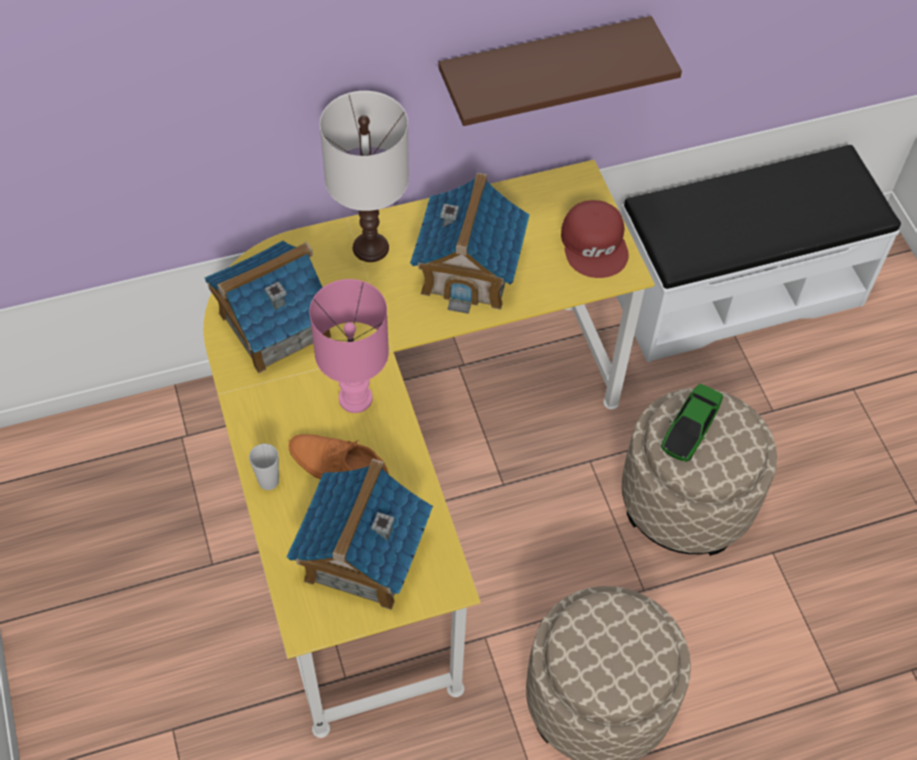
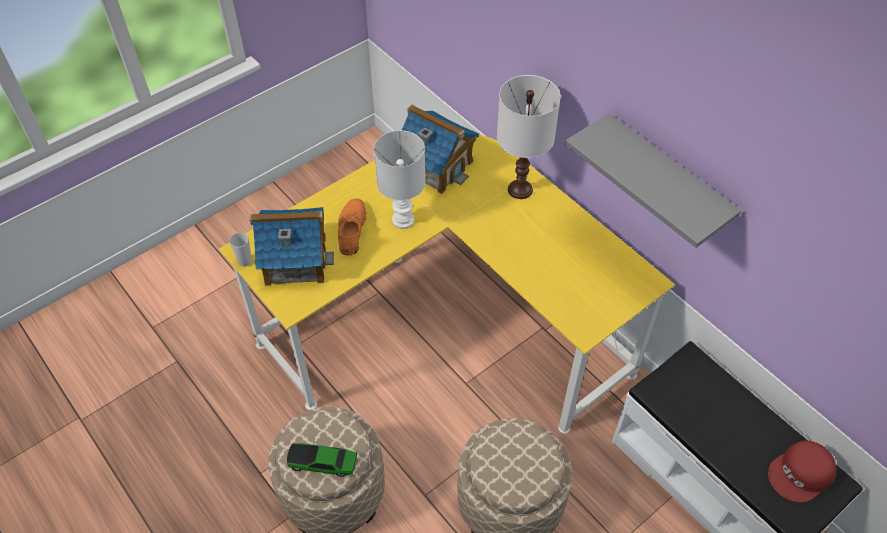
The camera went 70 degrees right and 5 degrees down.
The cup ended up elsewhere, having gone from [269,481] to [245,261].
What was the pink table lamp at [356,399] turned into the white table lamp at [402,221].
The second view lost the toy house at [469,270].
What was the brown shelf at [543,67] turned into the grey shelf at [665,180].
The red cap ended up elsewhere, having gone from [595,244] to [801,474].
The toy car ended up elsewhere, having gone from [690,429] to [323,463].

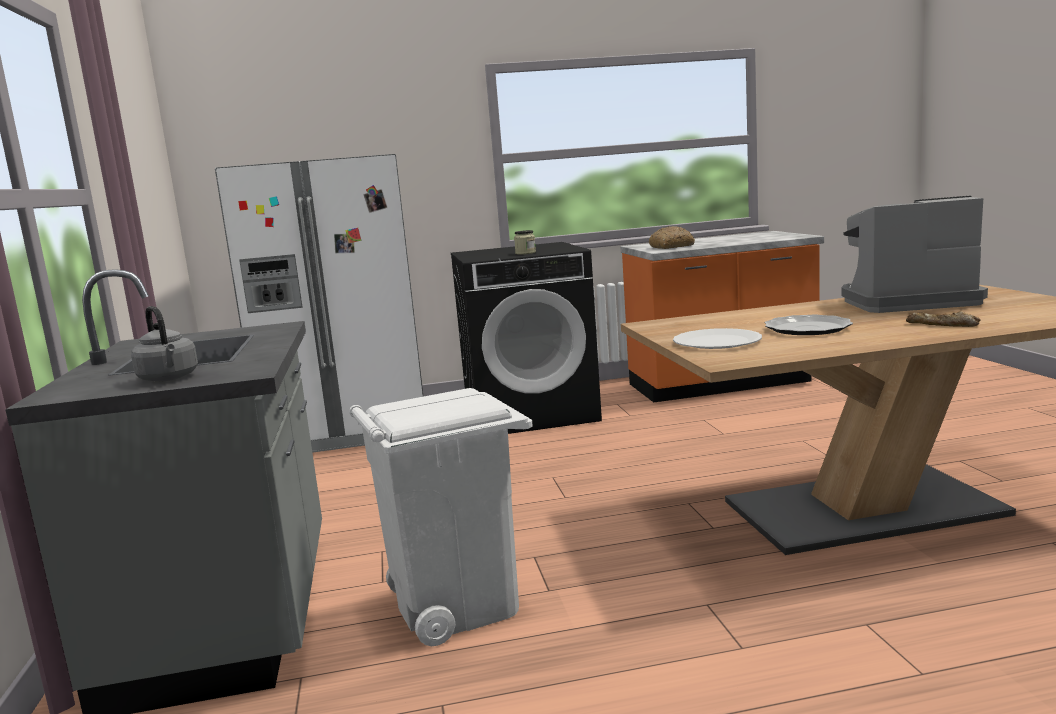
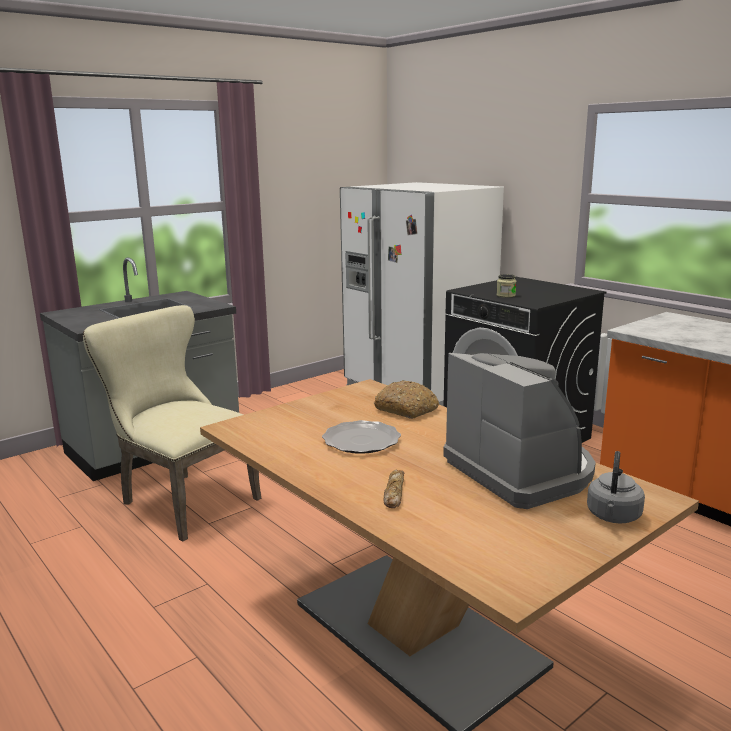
The camera went 60 degrees right and 5 degrees up.
The grey kettle ended up elsewhere, having gone from [169,378] to [613,517].
Where the white trash can stood at [457,605], the beige chair came to stand at [182,500].
The bread ended up elsewhere, having gone from [672,247] to [407,409].
The second view lost the white plate at [716,342].

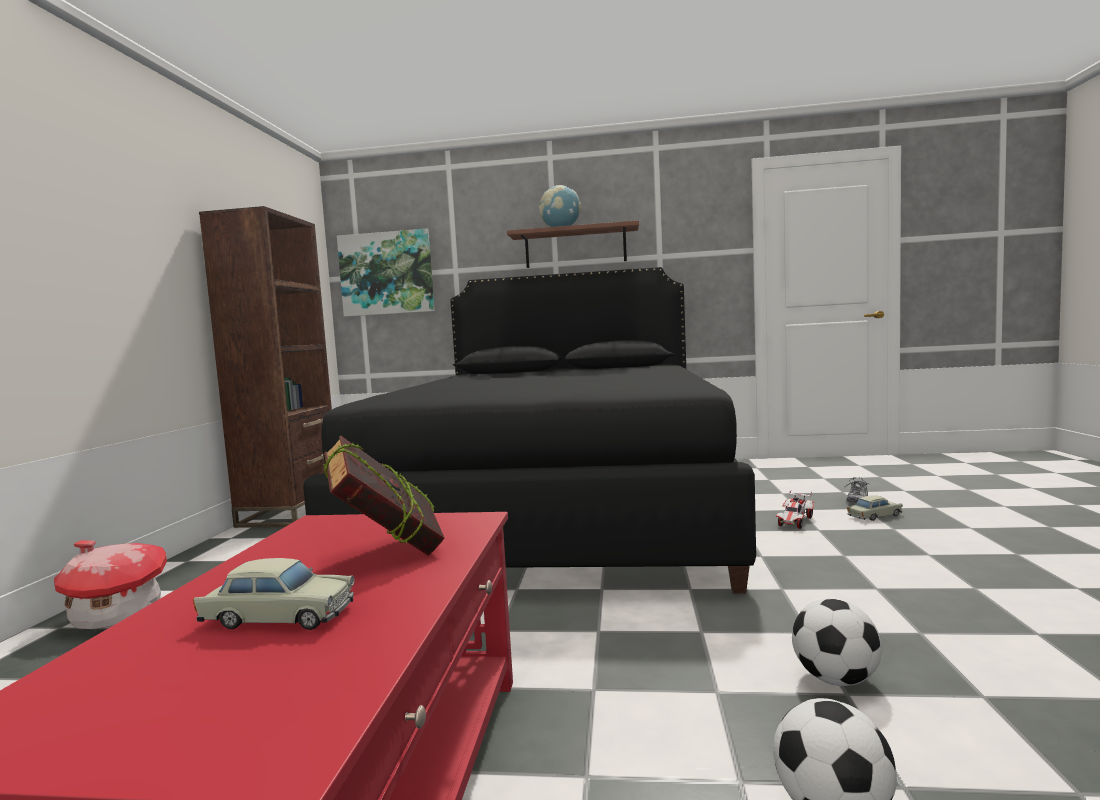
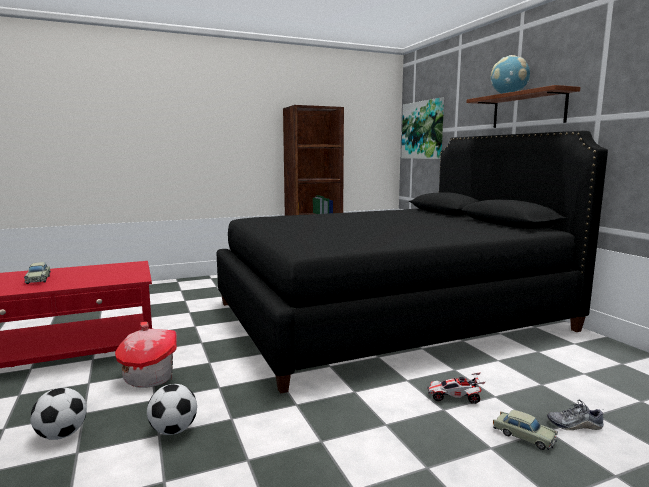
The camera went 60 degrees right and 5 degrees up.
The toy house ended up elsewhere, having gone from [116,616] to [150,377].
The second view lost the book at [388,553].

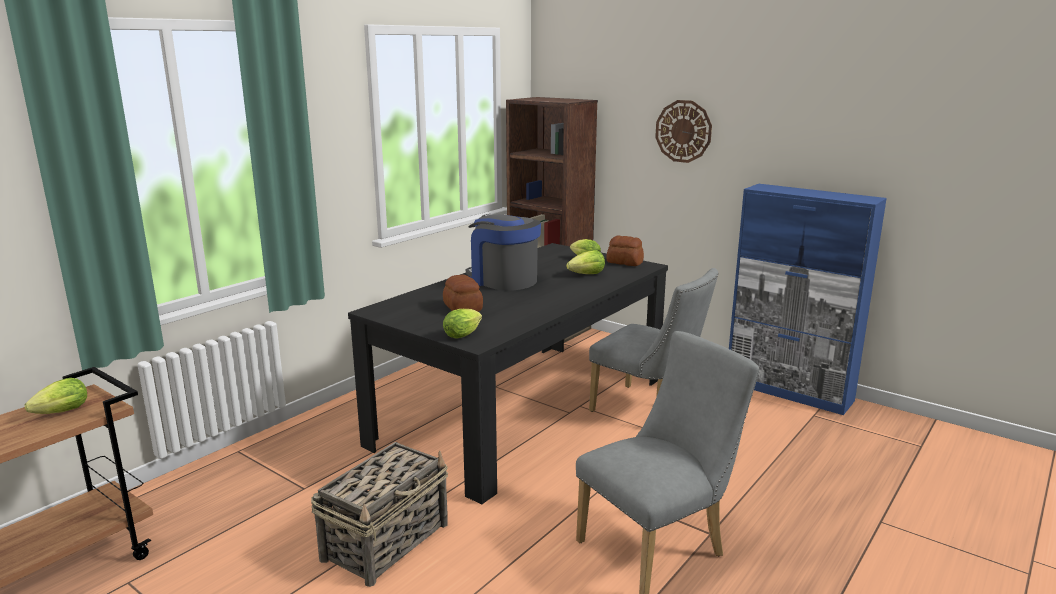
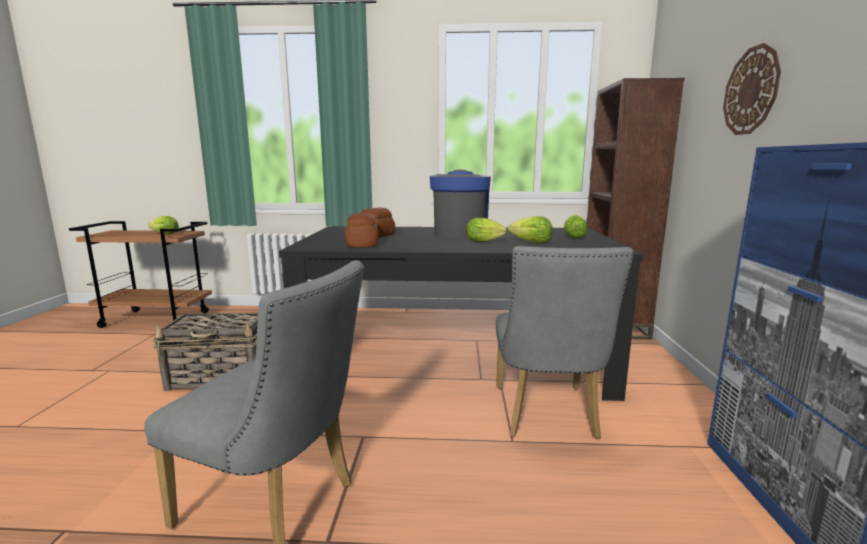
The camera went 55 degrees right and 5 degrees down.
The lettuce ended up elsewhere, having gone from [464,334] to [486,242].
The bread ended up elsewhere, having gone from [624,262] to [362,244].

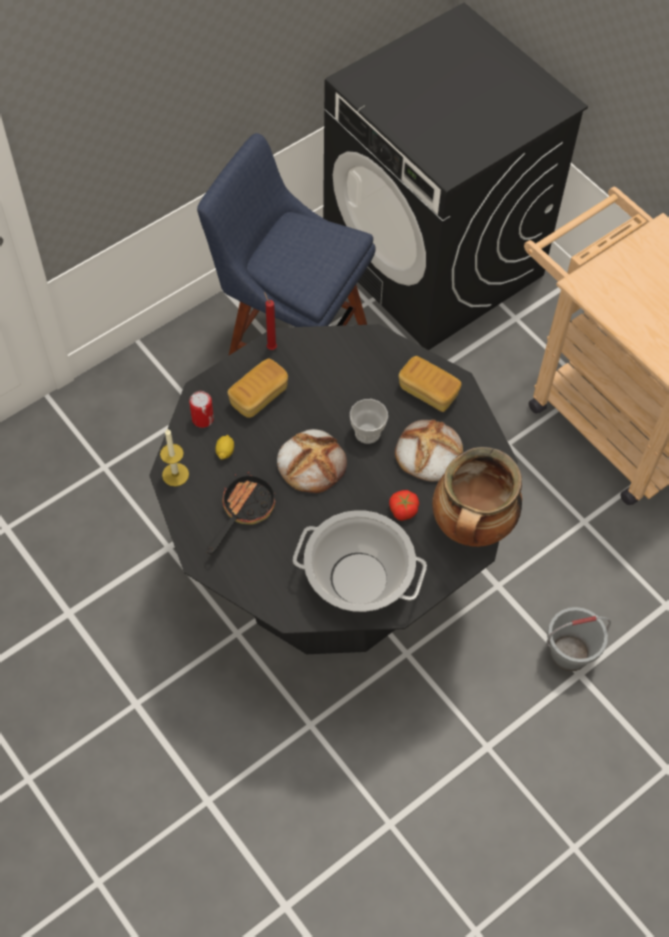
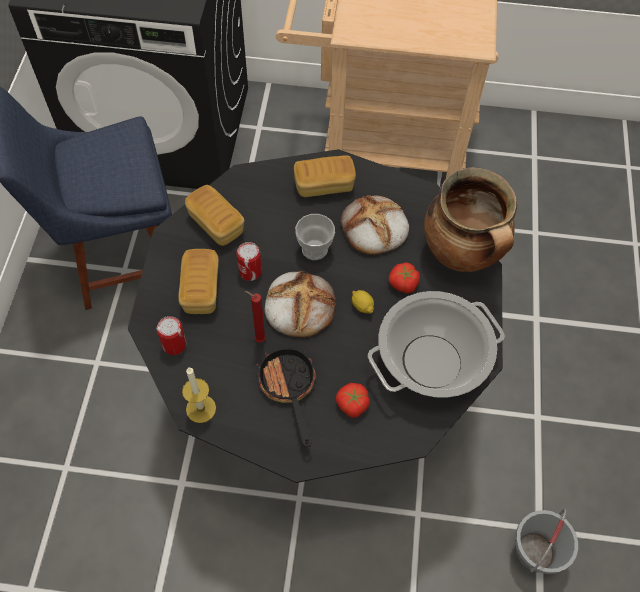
The camera went 45 degrees left and 0 degrees up.
The lemon ended up elsewhere, having gone from [225,451] to [362,306].
The red candle ended up elsewhere, having gone from [271,347] to [258,339].
The grey bucket ended up elsewhere, having gone from [569,654] to [534,552].
The second view gained the bread at [216,224].
The second view gained the can at [250,271].
The second view gained the tomato at [352,404].

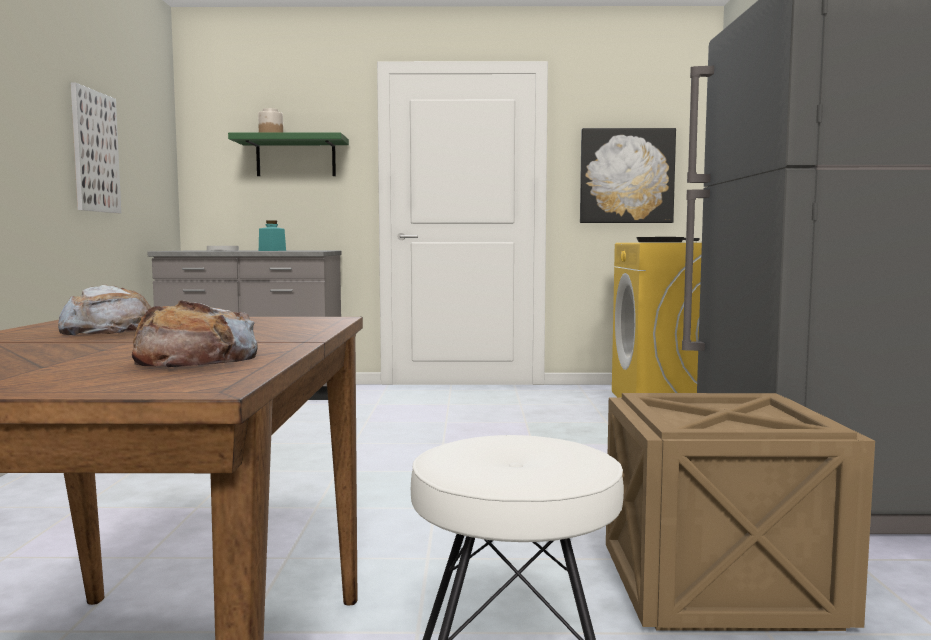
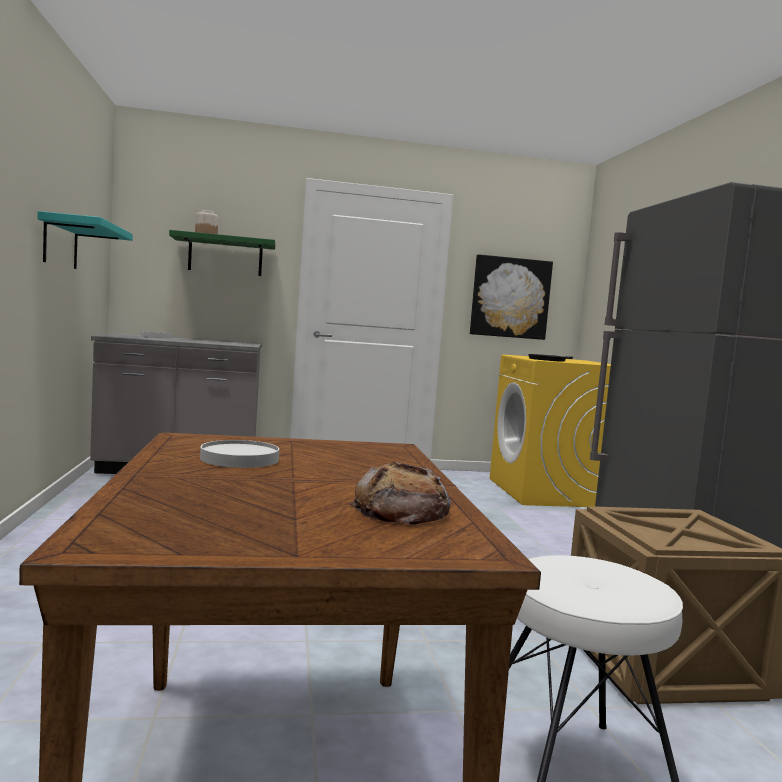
The camera went 10 degrees left and 0 degrees up.
Where the bread stood at [107,330], the white plate came to stand at [239,459].
Where the picture hung at [95,151], the turquoise shelf came to hang at [60,243].
The second view lost the turquoise jar at [272,250].

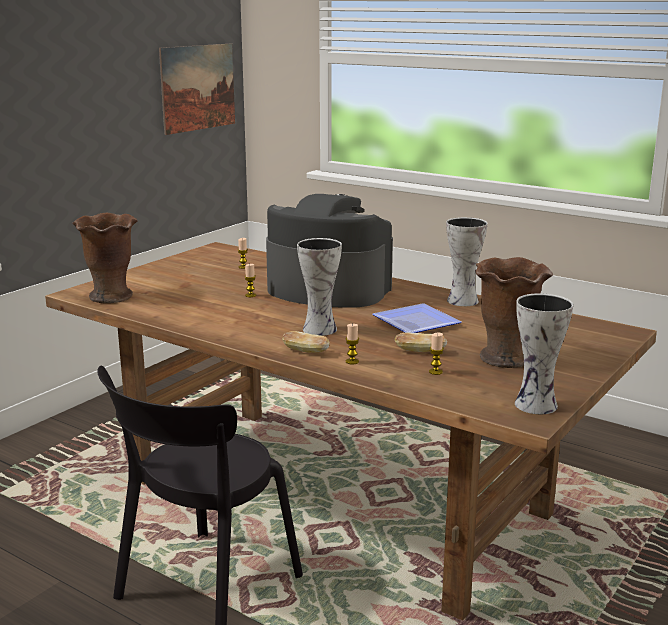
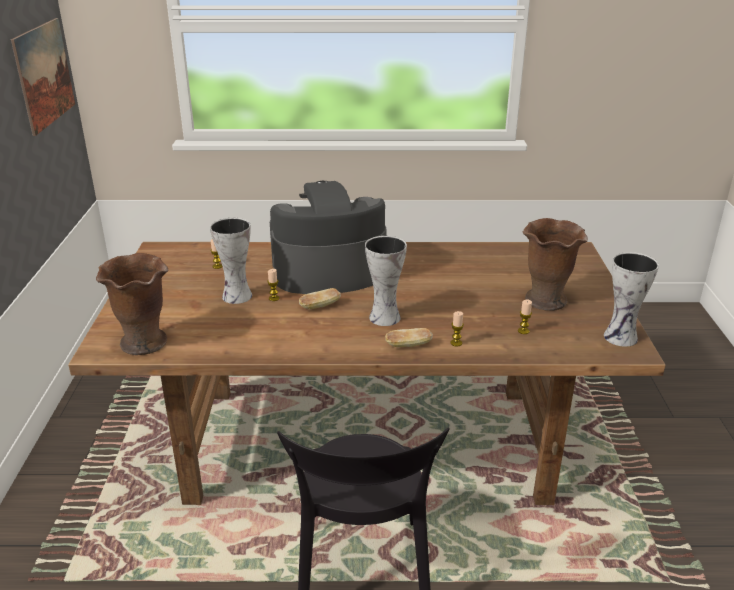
The camera went 35 degrees left and 10 degrees up.
The second view lost the plate at [419,323].
The bread ended up elsewhere, having gone from [420,351] to [320,306].
The vase ended up elsewhere, having gone from [461,300] to [235,296].

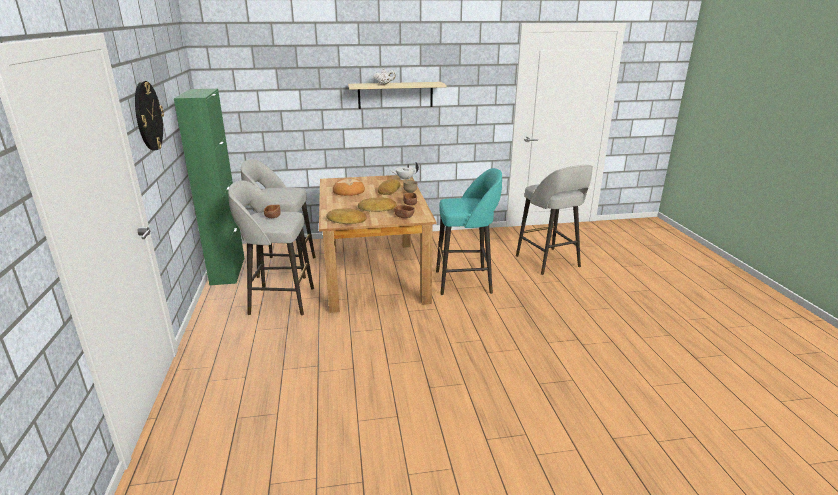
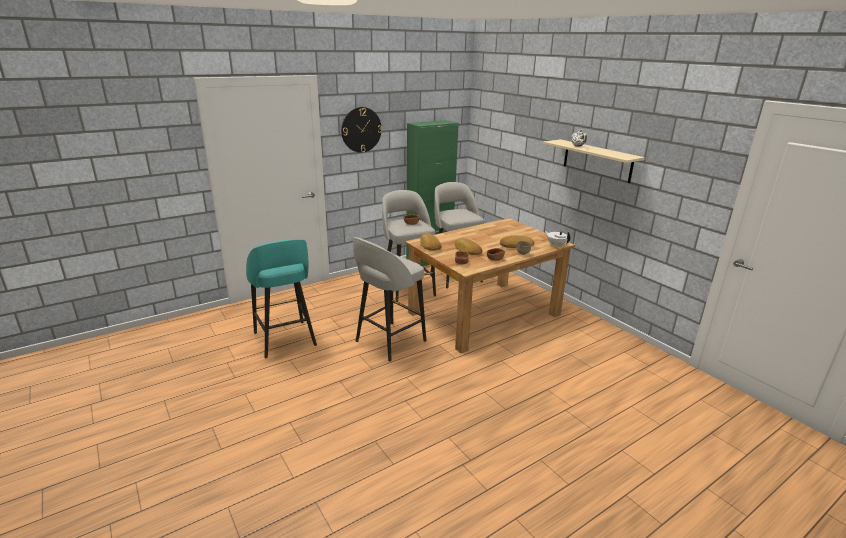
The camera went 65 degrees right and 0 degrees up.
The second view lost the bread at [348,191].
The turquoise stool ended up elsewhere, having gone from [465,282] to [285,340].
The grey stool ended up elsewhere, having gone from [548,262] to [389,342].

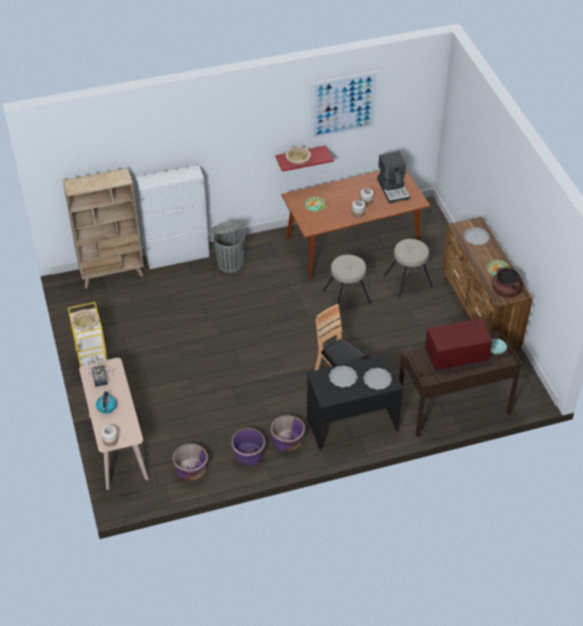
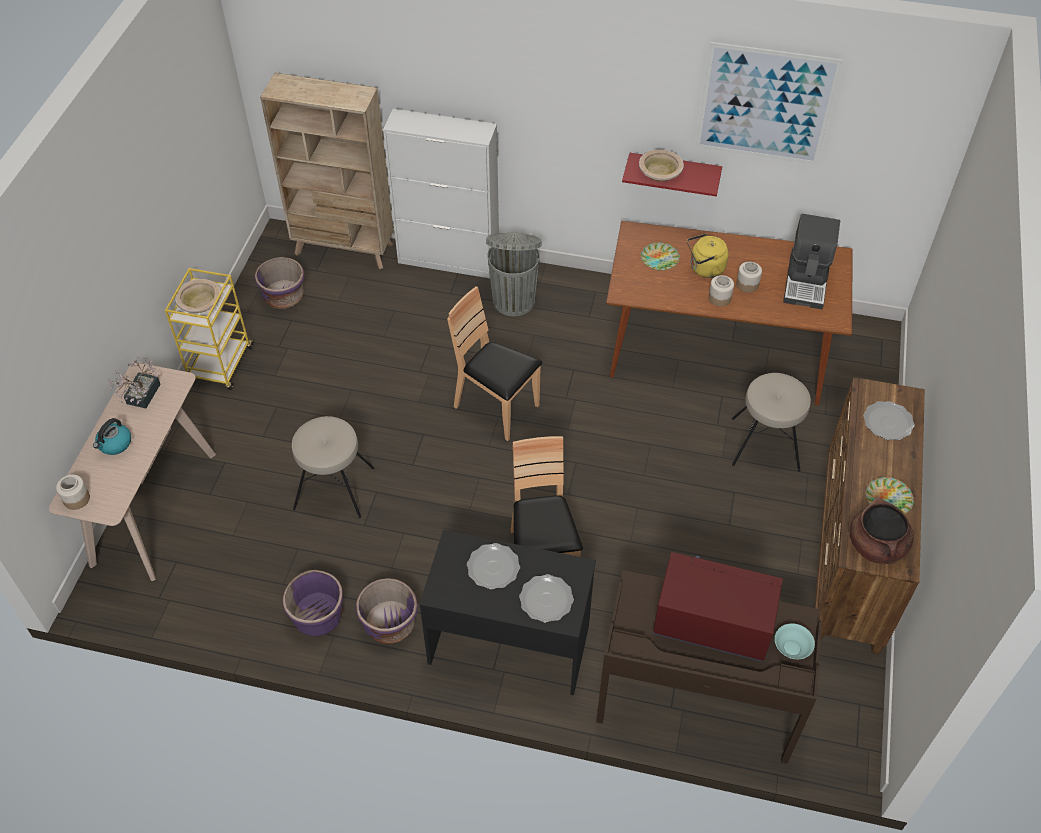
The camera went 30 degrees right and 5 degrees up.
The purple planter ended up elsewhere, having gone from [191,471] to [284,297].
The beige stool ended up elsewhere, having gone from [347,297] to [334,489].
The second view gained the brown chair at [496,408].
The second view gained the yellow kettle at [705,269].

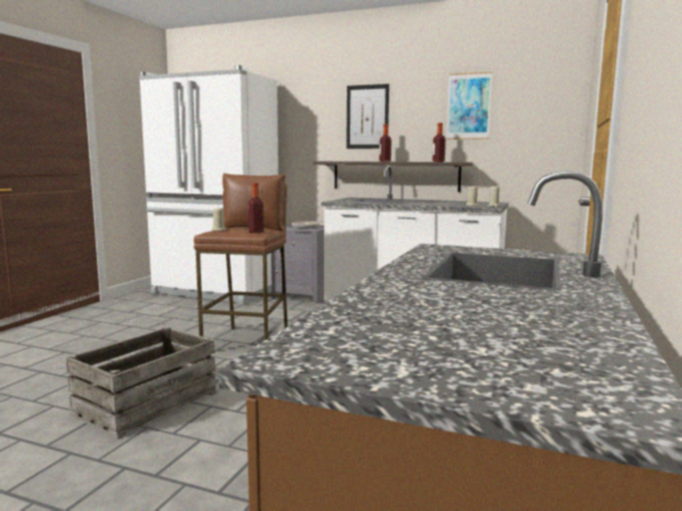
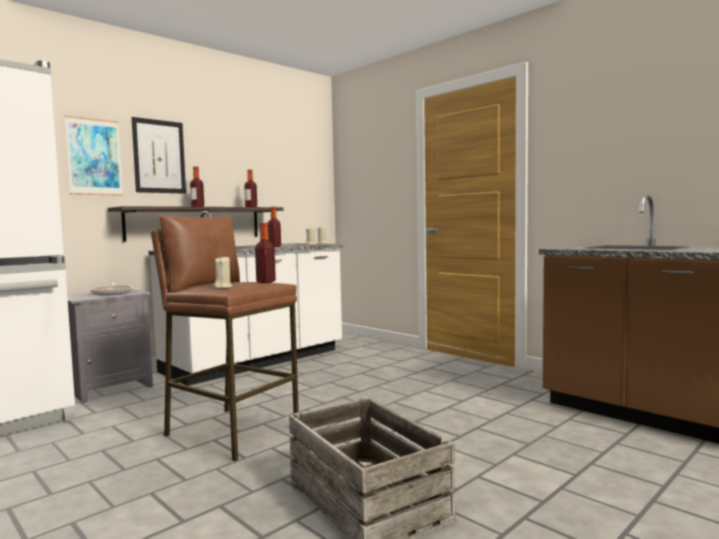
The camera went 65 degrees left and 5 degrees down.
The picture ended up elsewhere, having gone from [468,106] to [94,157].
The second view gained the bottle at [274,246].

